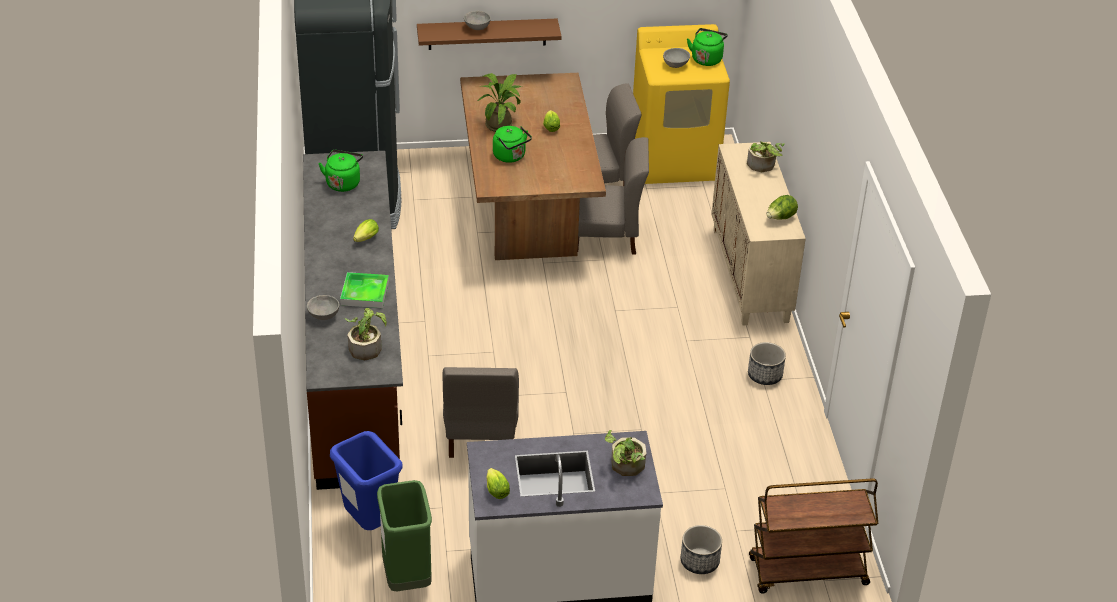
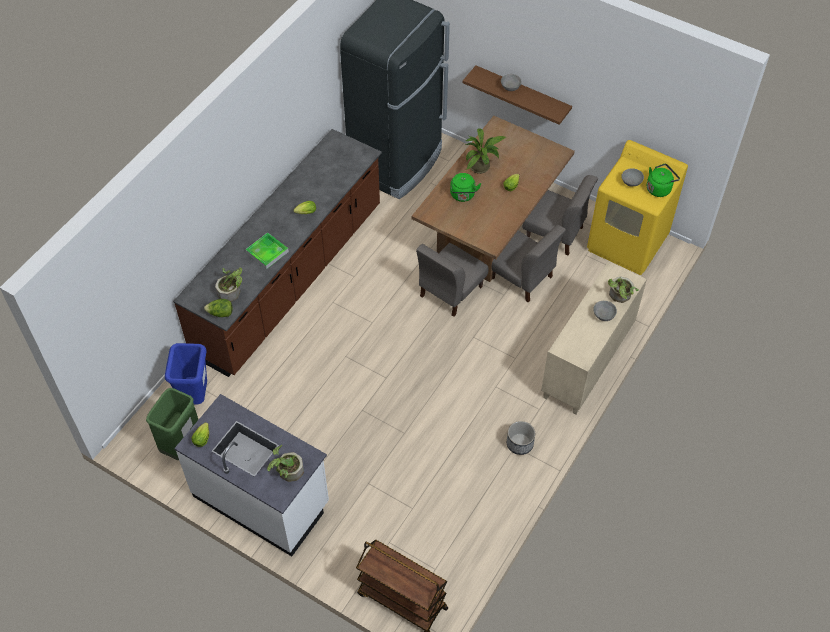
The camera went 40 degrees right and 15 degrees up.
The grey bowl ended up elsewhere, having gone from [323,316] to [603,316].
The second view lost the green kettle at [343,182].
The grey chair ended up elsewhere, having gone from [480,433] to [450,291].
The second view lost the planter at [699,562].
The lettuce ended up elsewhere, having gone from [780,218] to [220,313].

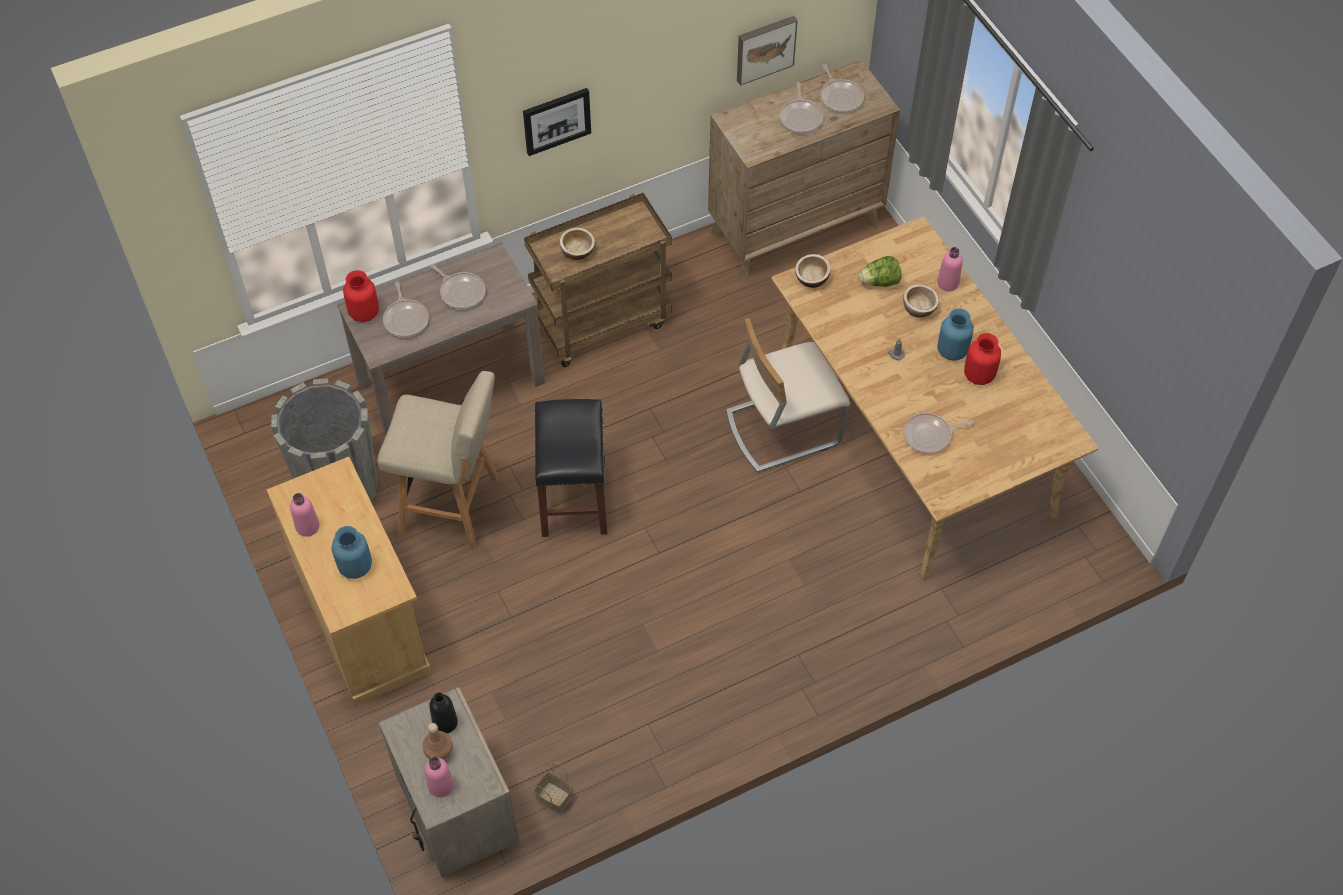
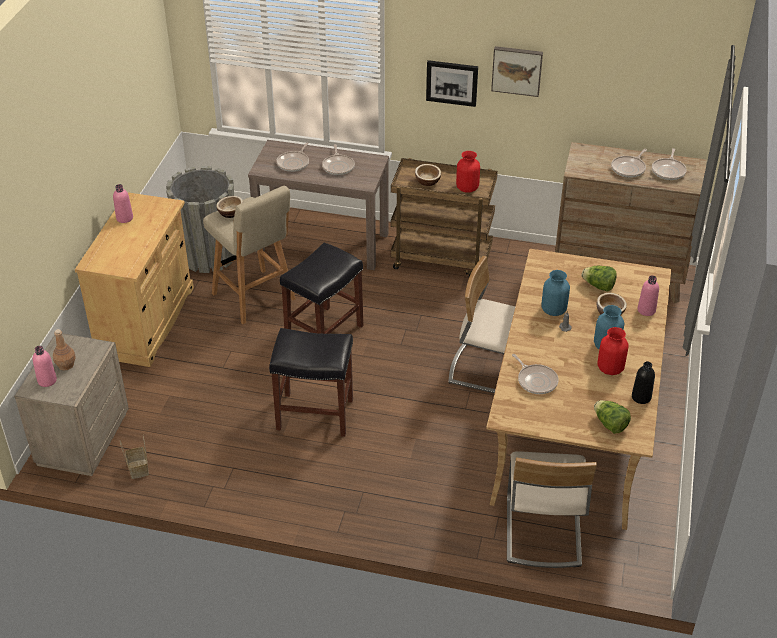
The camera went 40 degrees right and 15 degrees down.
The blue vase ended up elsewhere, having gone from [355,566] to [553,310].
The red vase ended up elsewhere, having gone from [364,312] to [467,188].
The black bottle ended up elsewhere, having gone from [445,722] to [641,397].
The picture ended up elsewhere, having gone from [764,48] to [517,70].
The bowl ended up elsewhere, having gone from [812,278] to [231,213].
The frying pan at [929,436] ended up facing another way, 150 degrees counterclockwise from before.
The second view gained the black stool at [314,414].
The second view gained the beige chair at [542,531].
The second view gained the lettuce at [610,424].

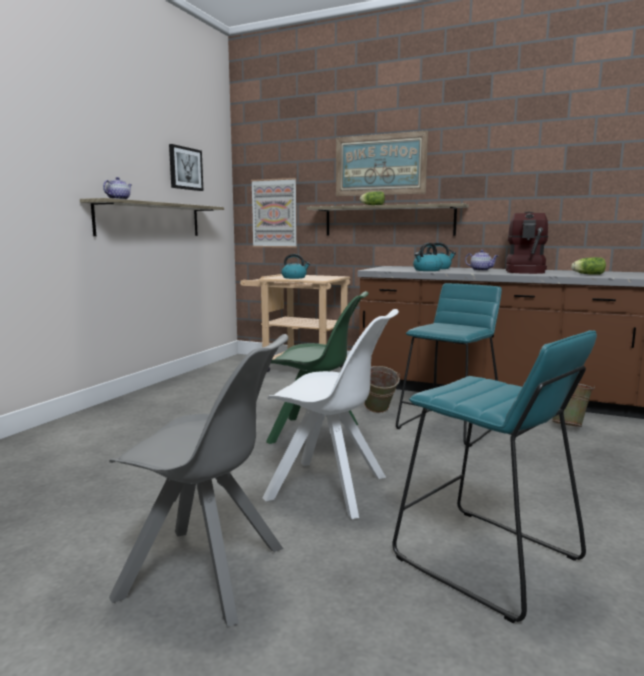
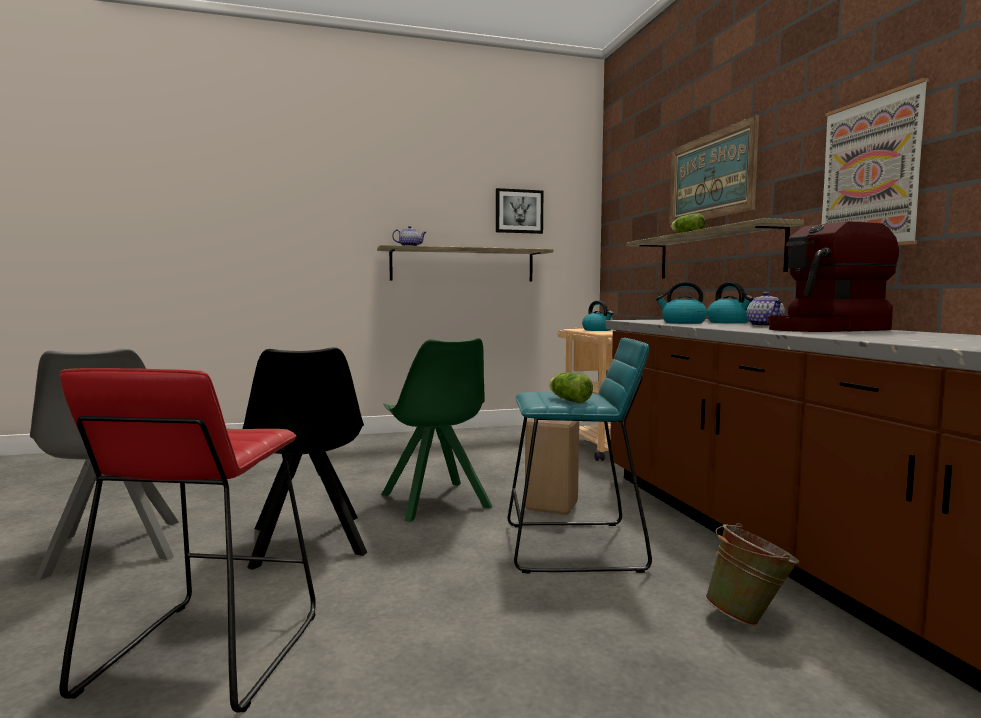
The camera went 50 degrees right and 5 degrees down.
The picture ended up elsewhere, having gone from [274,213] to [870,174].
What was the white chair at [330,489] turned into the black chair at [307,543].
Where the green bucket stood at [379,412], the beige stool came to stand at [550,506].
What was the turquoise stool at [486,559] turned into the red stool at [204,652].
The lettuce ended up elsewhere, having gone from [587,274] to [568,400].

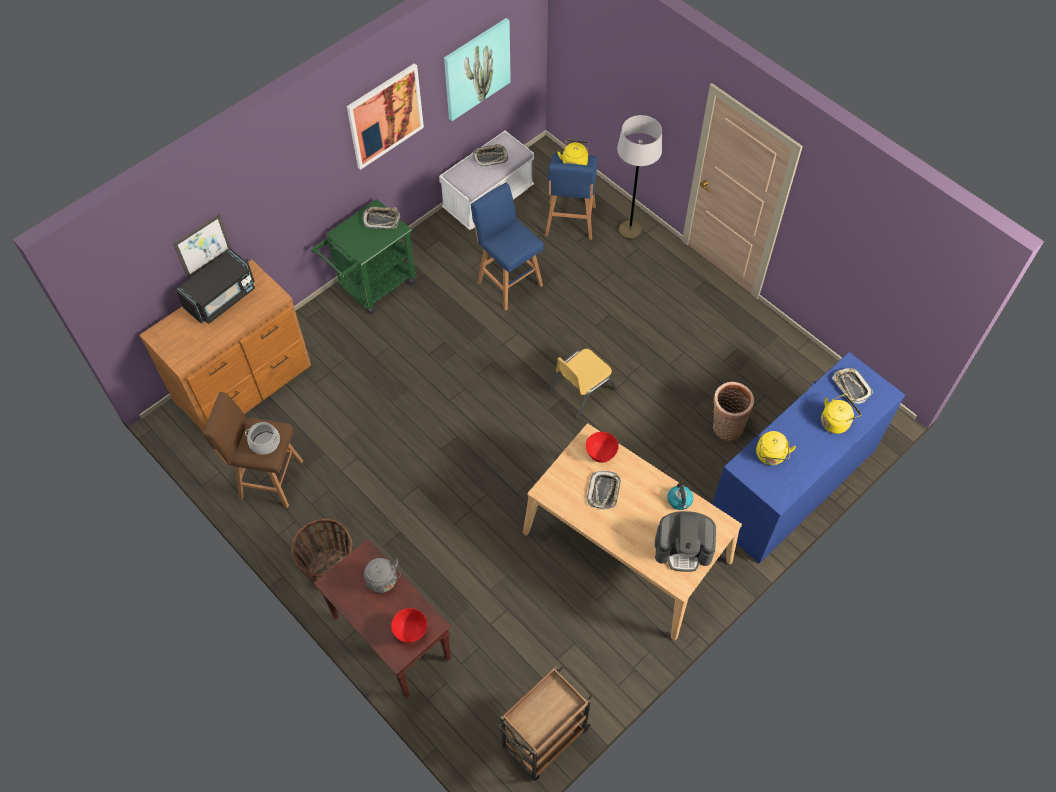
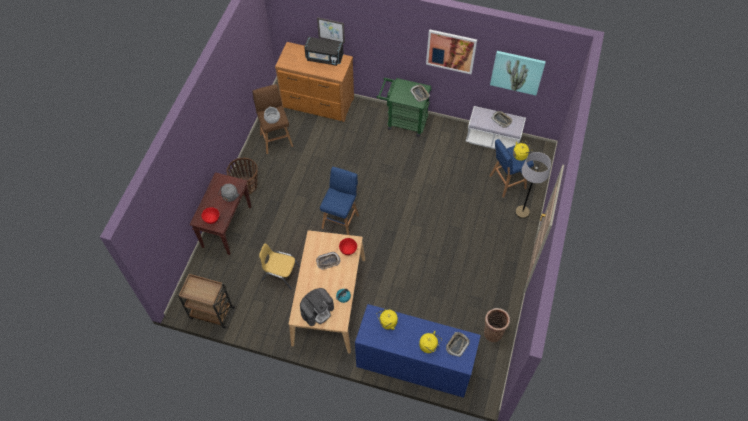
The camera went 60 degrees right and 0 degrees up.
The blue stool ended up elsewhere, having gone from [508,282] to [341,220].
The yellow chair ended up elsewhere, having gone from [581,390] to [281,273].
The coffee machine at [683,548] ended up facing another way, 105 degrees counterclockwise from before.
The basket ended up elsewhere, having gone from [726,426] to [493,332].

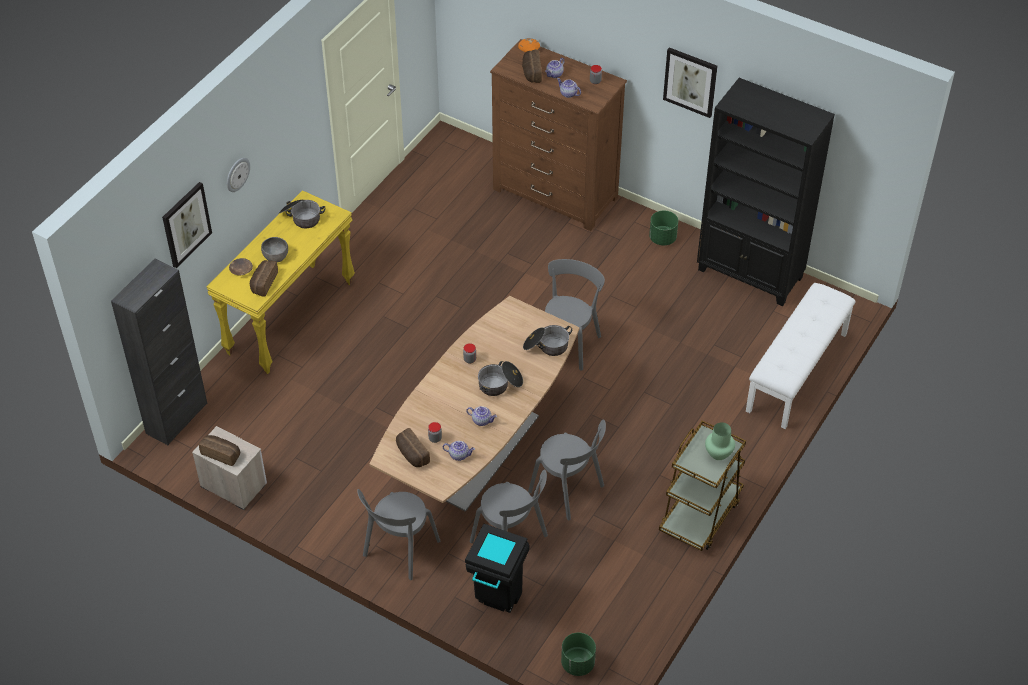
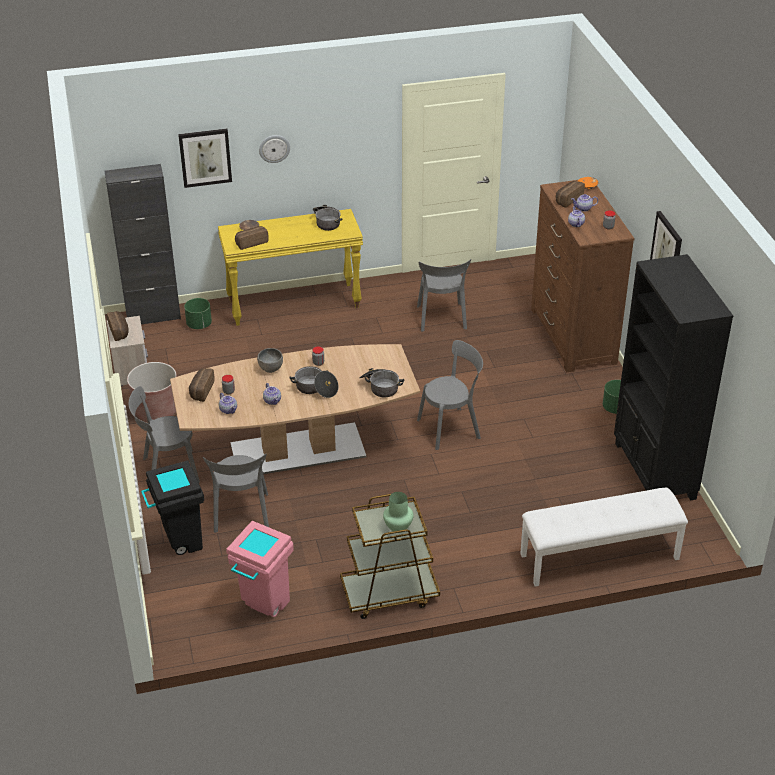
The camera went 45 degrees right and 10 degrees down.
The grey bowl ended up elsewhere, having gone from [276,258] to [271,369].
The grey chair ended up elsewhere, having gone from [569,491] to [441,319].
The green planter ended up elsewhere, having gone from [577,664] to [199,325].
The second view gained the brown planter at [156,410].
The second view gained the pink trash can at [263,607].

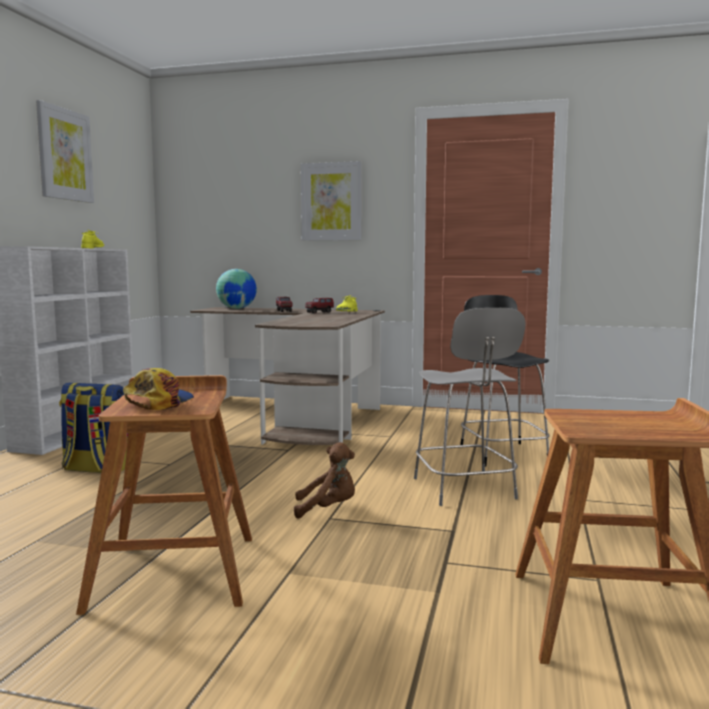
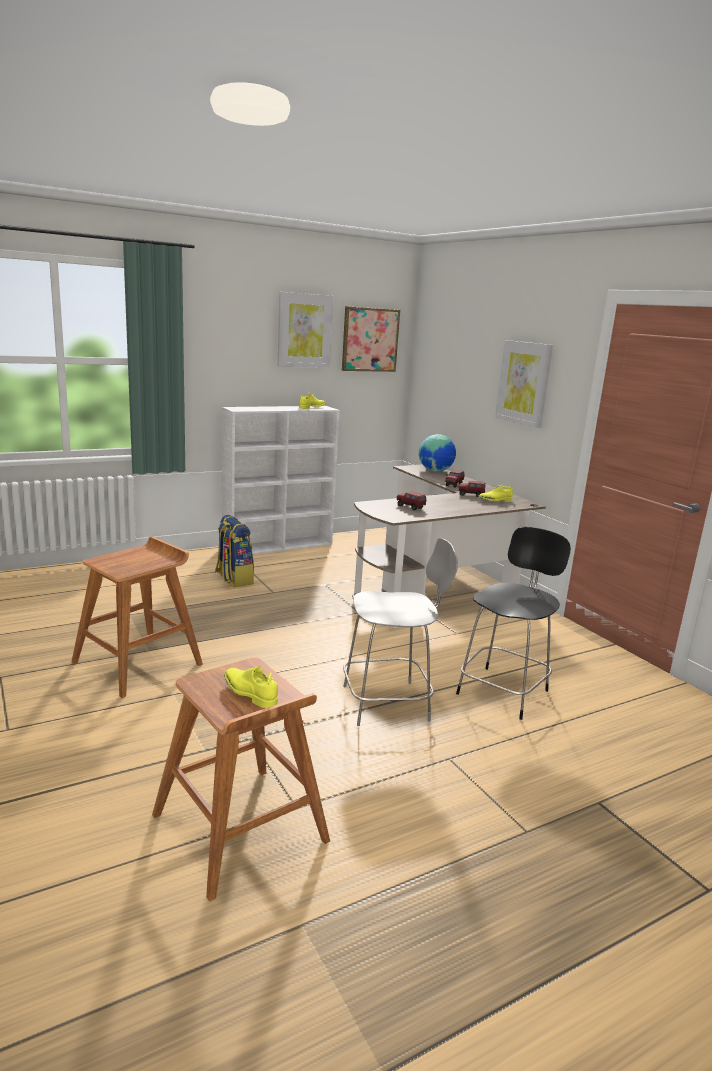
The camera went 45 degrees right and 10 degrees up.
The second view lost the cap at [158,402].
The second view lost the brown plush toy at [328,509].
The grey chair at [465,490] ended up facing another way, 135 degrees counterclockwise from before.
The second view gained the yellow shoe at [249,693].
The second view gained the picture at [370,339].
The second view gained the toy truck at [410,507].

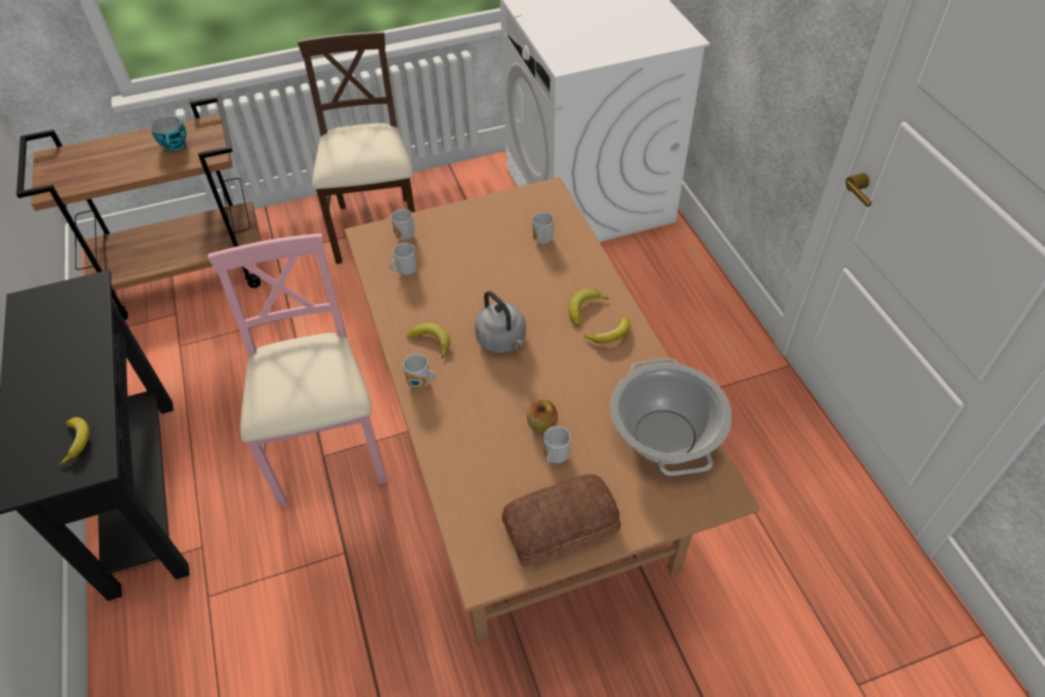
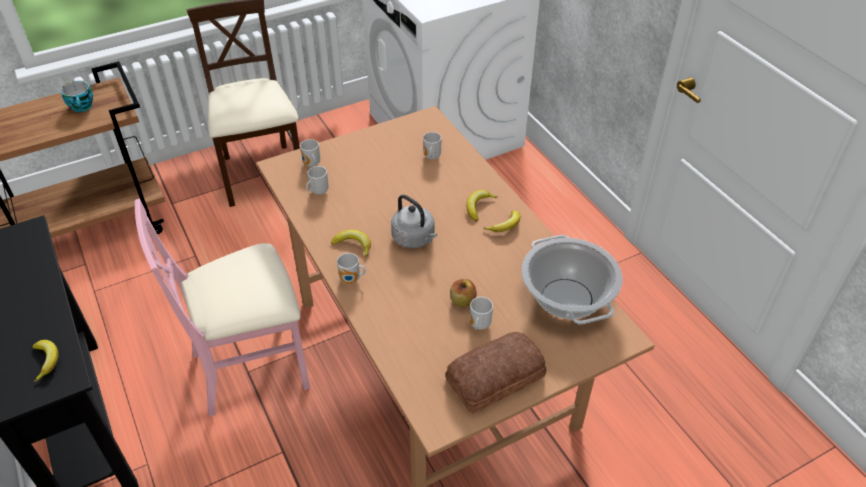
The camera went 10 degrees left and 5 degrees down.
The pink chair at [328,451] ended up facing another way, 90 degrees counterclockwise from before.

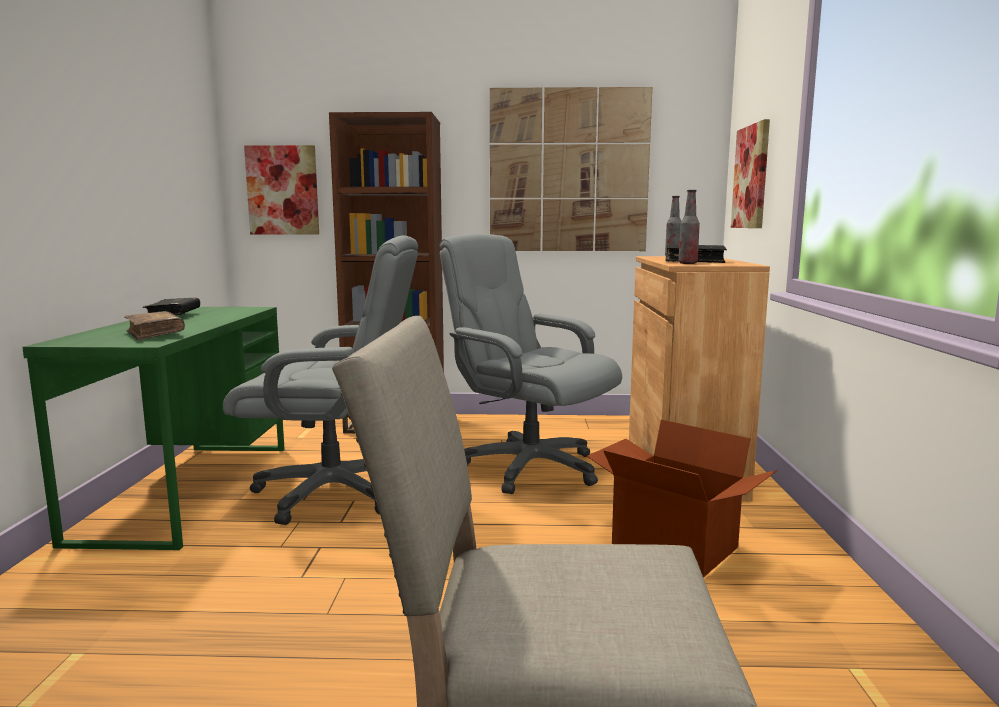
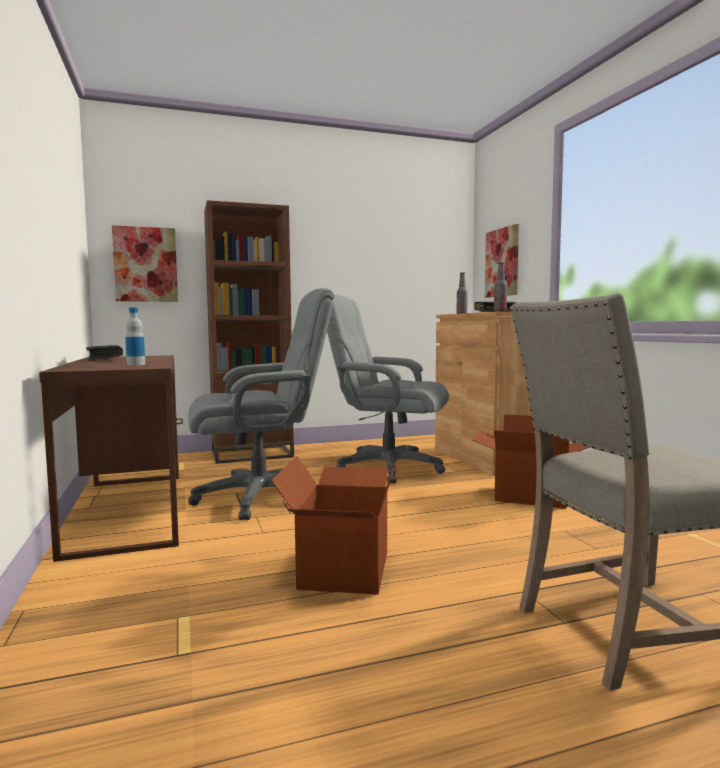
The camera went 20 degrees left and 5 degrees down.
What was the green desk at [190,489] turned into the brown desk at [130,510].
Where the brown book stood at [155,334], the bottle came to stand at [136,364].
The second view lost the picture at [568,171].
The second view gained the cardboard box at [342,569].

